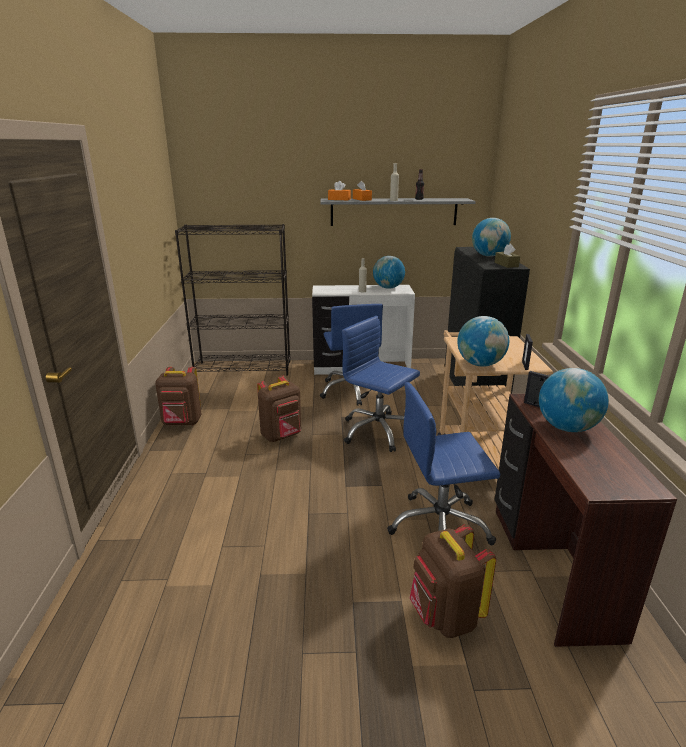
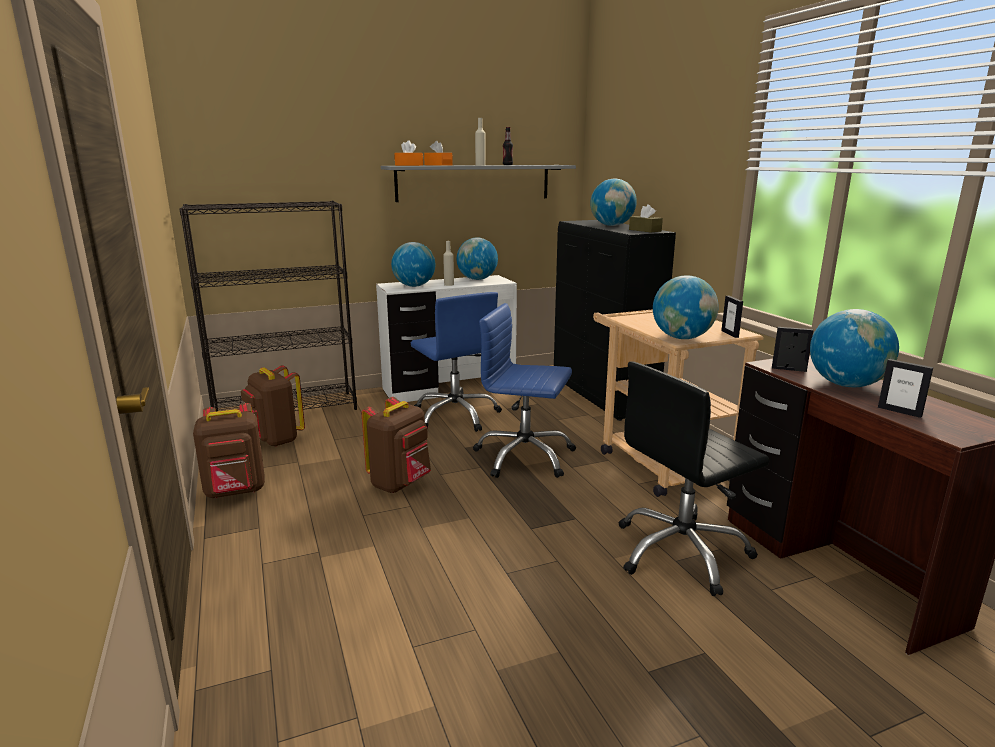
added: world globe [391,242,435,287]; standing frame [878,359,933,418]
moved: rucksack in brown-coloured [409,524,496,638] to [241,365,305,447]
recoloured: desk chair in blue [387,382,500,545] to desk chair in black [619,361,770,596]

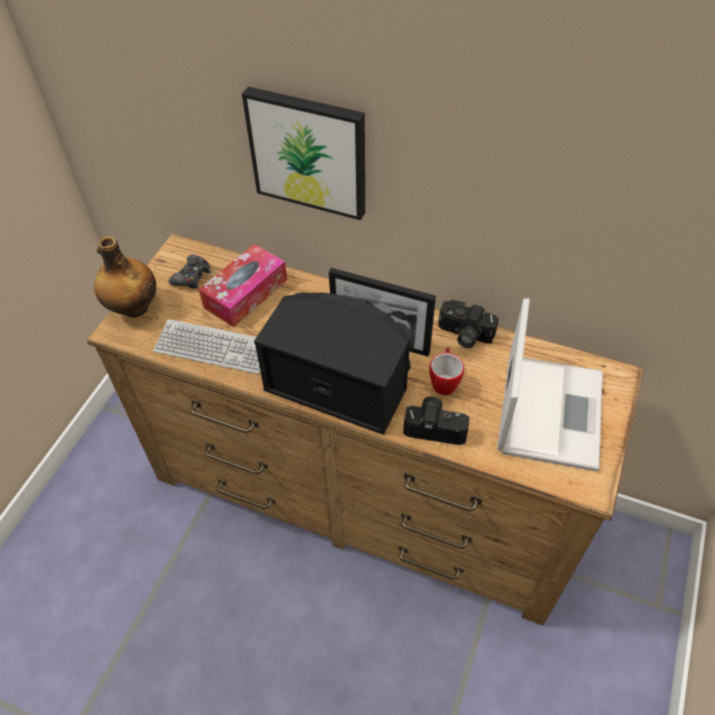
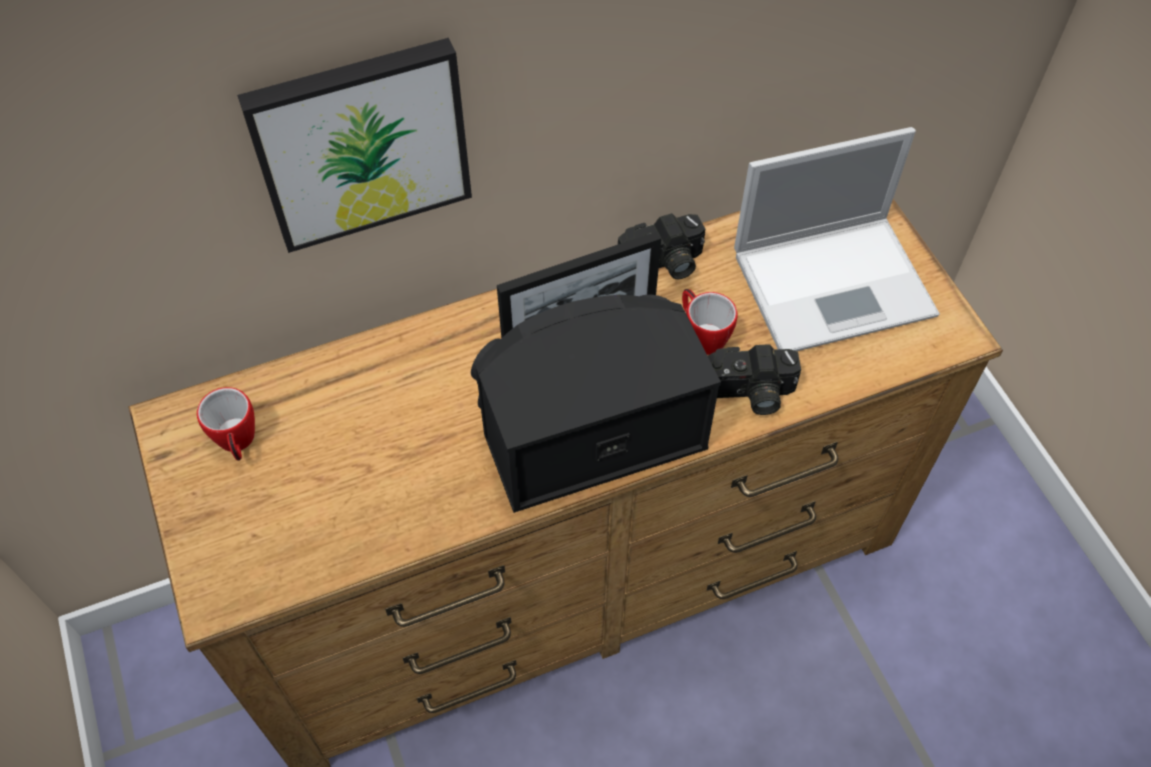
removed: drink bottle [94,236,156,317]; computer keyboard [153,319,260,374]; tissue holder [199,244,287,327]
replaced: joypad in black [169,255,211,289] to tea mug [197,387,255,461]
turned: still camera [403,397,470,445] = [708,344,801,415] 150 degrees counterclockwise; notebook computer [497,298,603,471] = [734,127,940,351] 105 degrees clockwise

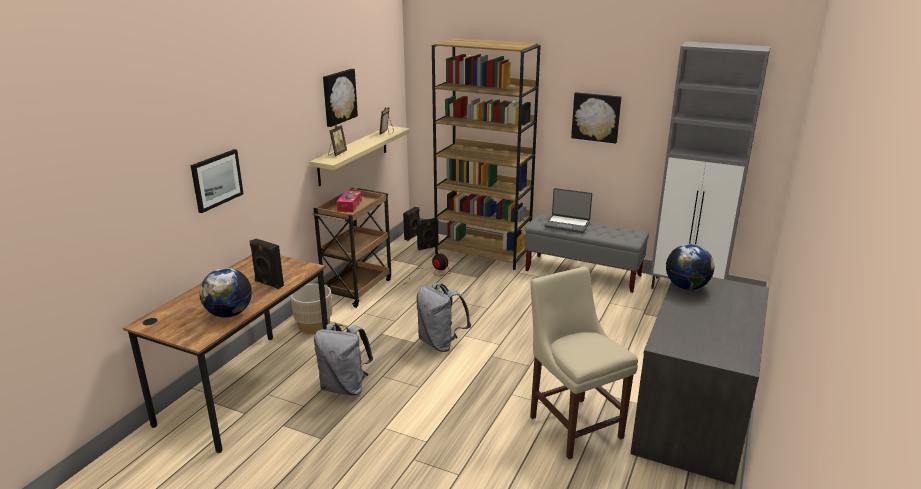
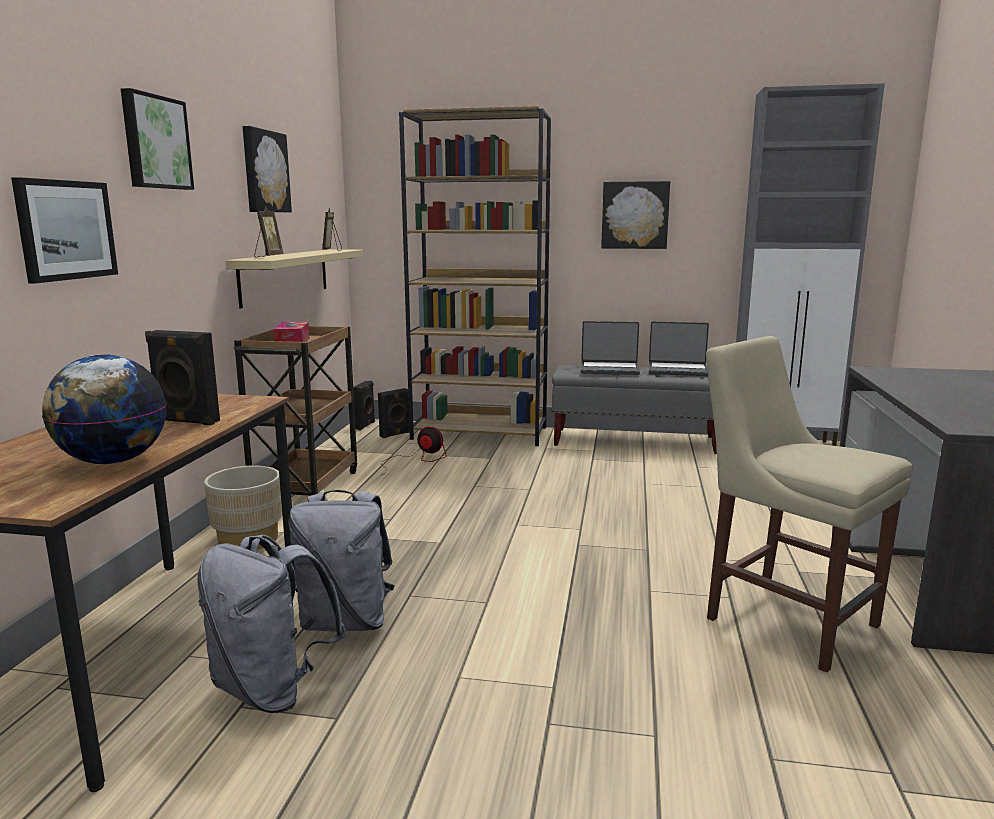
removed: world globe [666,244,714,290]
added: wall art [121,88,194,190]; notebook computer [649,321,709,376]
moved: rucksack in grey [416,283,471,352] to [197,535,346,713]

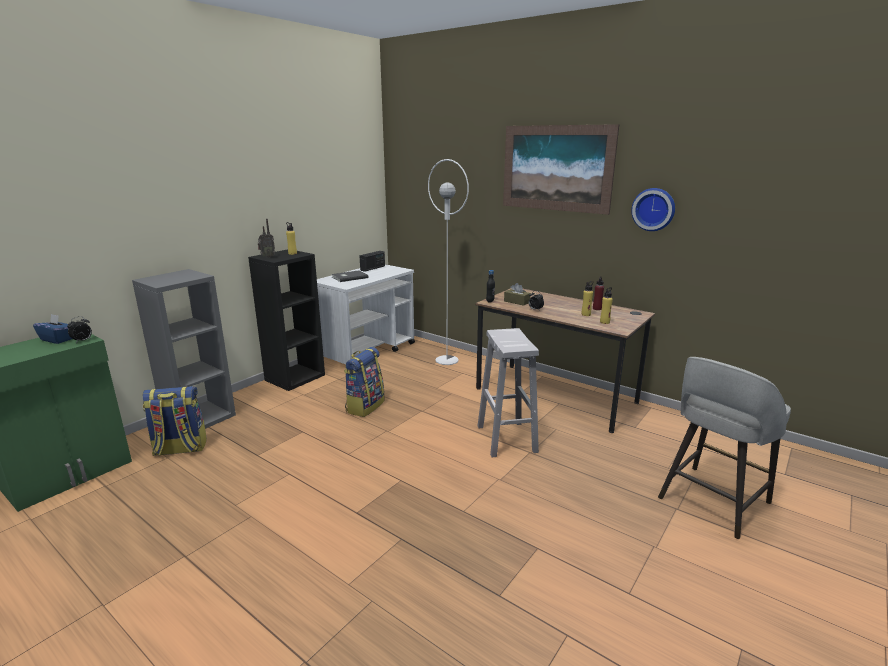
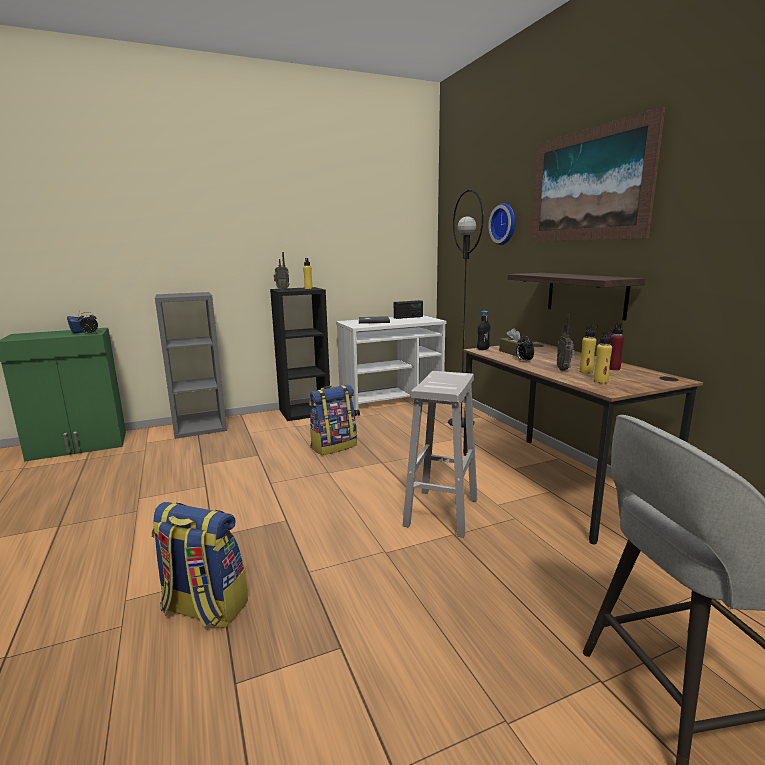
added: wall shelf [508,273,645,321]; radio [557,315,575,371]
moved: rucksack [143,386,207,456] to [151,502,248,628]; hanging clock [631,188,675,231] to [488,203,516,245]
recoloured: standard lamp in whitish [428,159,469,365] to standard lamp in black [448,189,484,428]

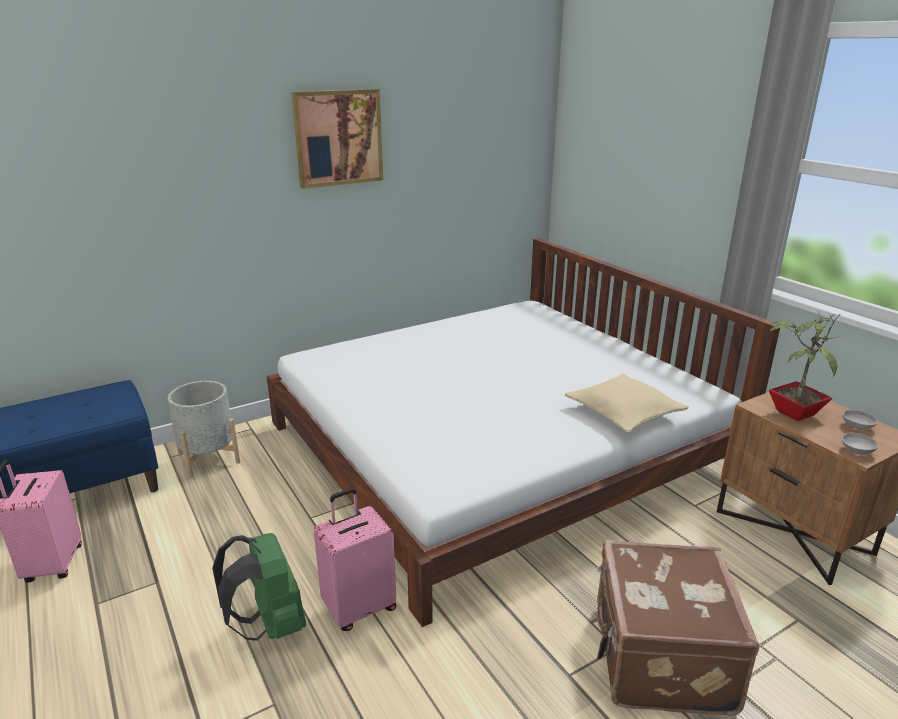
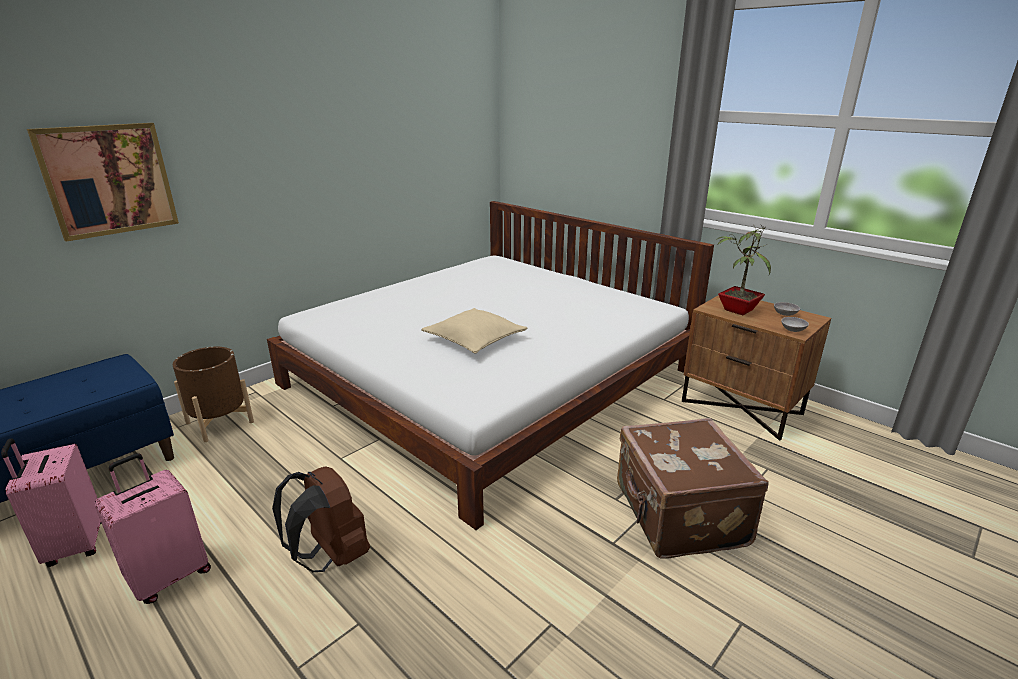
moved: wall art [291,89,383,189] to [27,123,179,242]; piece of luggage in pink-coloured [314,488,396,631] to [94,453,211,604]; cushion in beige-coloured [565,374,689,433] to [422,308,527,354]
recoloured: flower pot in grey [168,381,240,478] to flower pot in brown-coloured [173,347,254,442]; rucksack in greenish [212,533,306,641] to rucksack in brown-coloured [272,466,370,572]

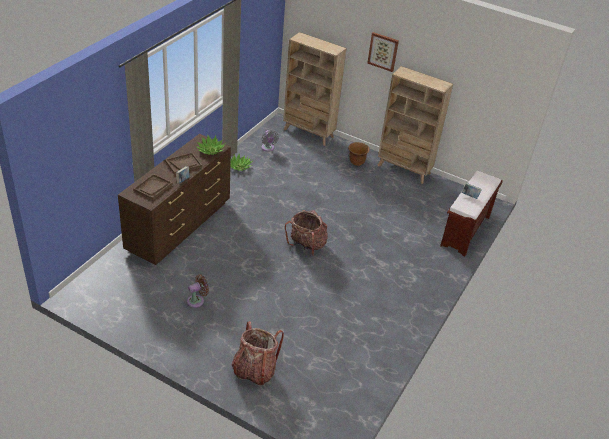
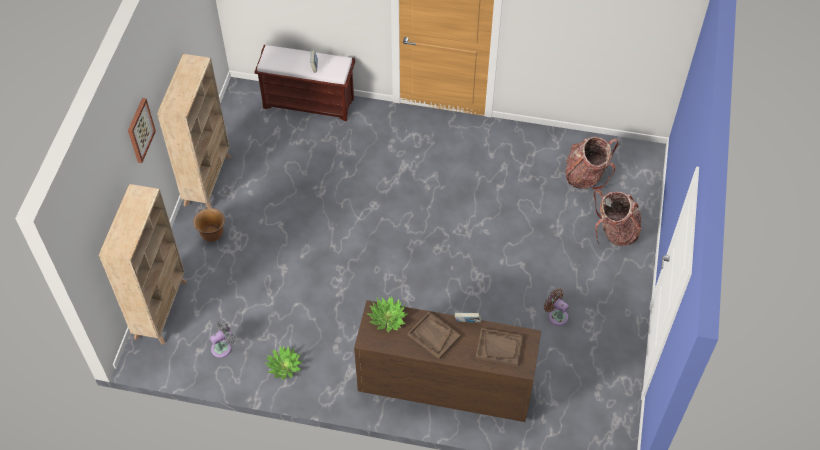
moved: rucksack [285,210,328,256] to [565,137,619,190]

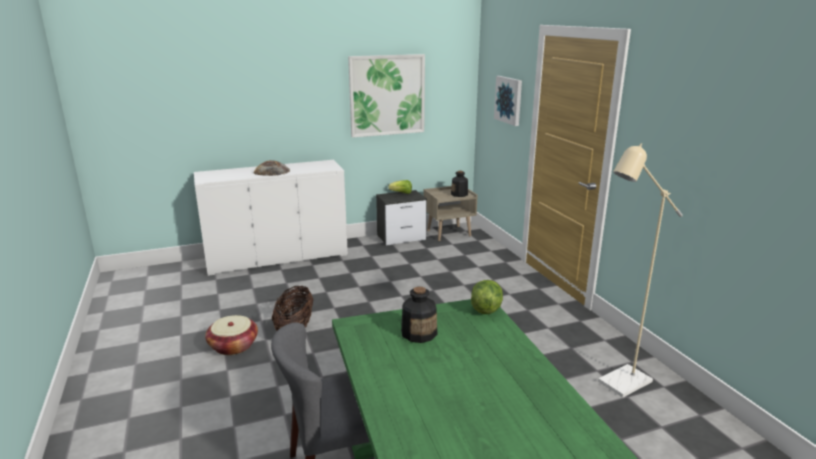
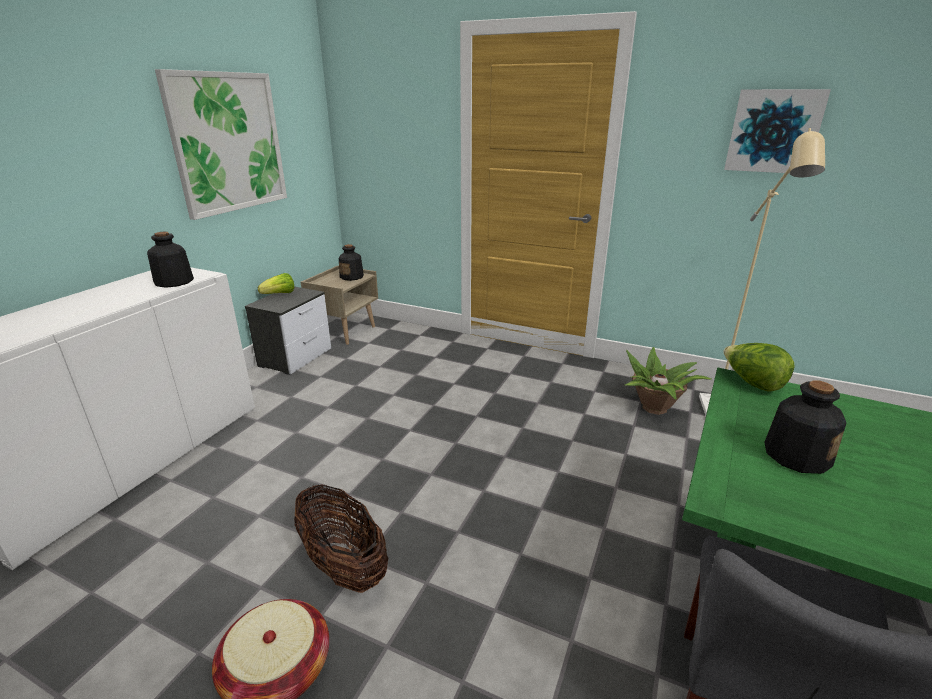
removed: bread [254,160,290,176]
added: drink bottle [147,232,194,288]; potted plant [625,347,711,415]
moved: wall art [494,76,522,126] to [724,89,831,173]

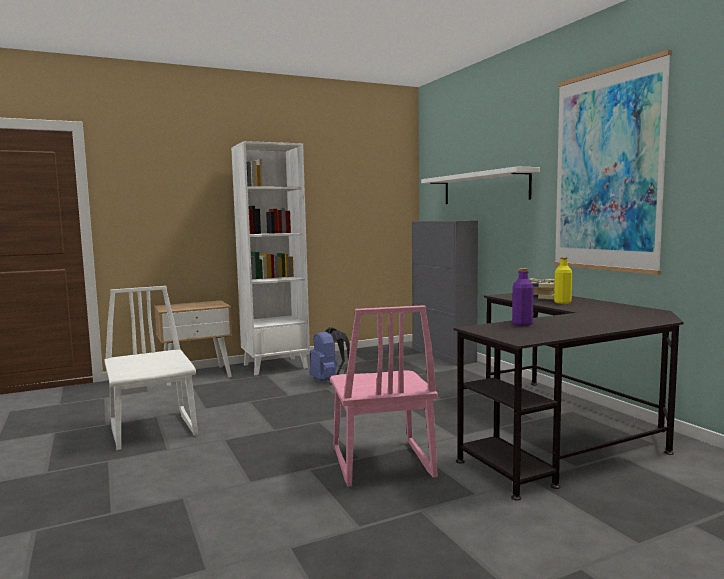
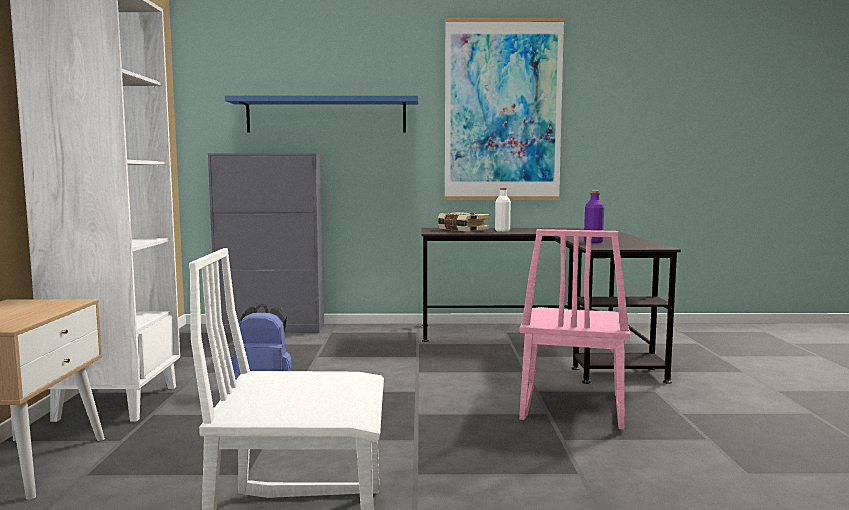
recoloured: wall shelf in whitish [421,166,540,204] to wall shelf in blue [225,95,418,133]; drink bottle in yellow-coloured [554,257,572,304] to drink bottle in whitish [495,188,511,232]
turned: upright chair in pink-coloured [330,305,438,487] = [519,229,630,430] 90 degrees clockwise

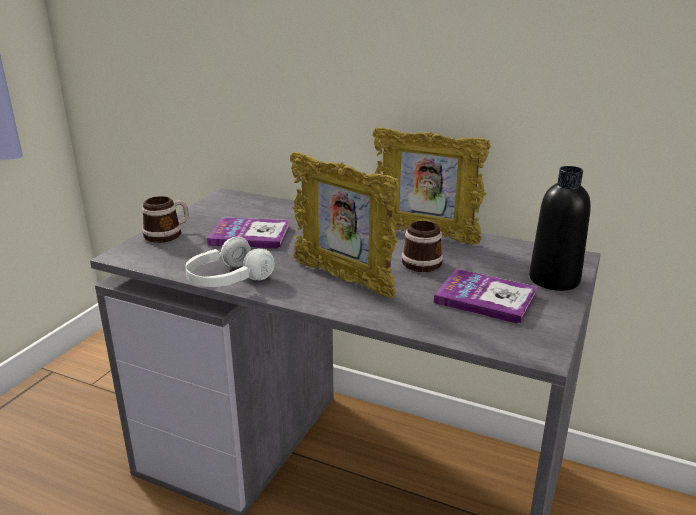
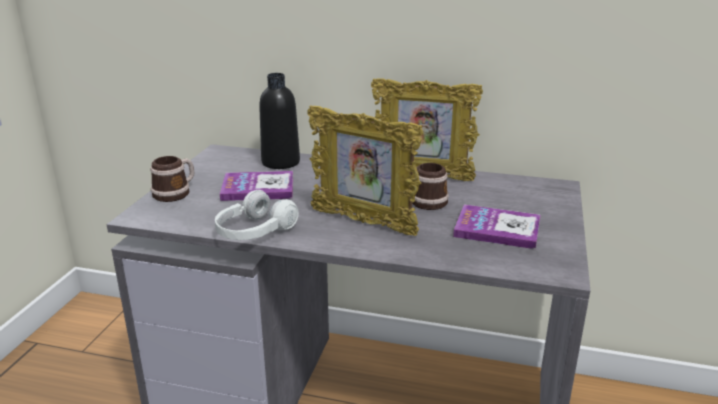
moved: drink bottle in black [529,166,591,291] to [259,73,300,169]

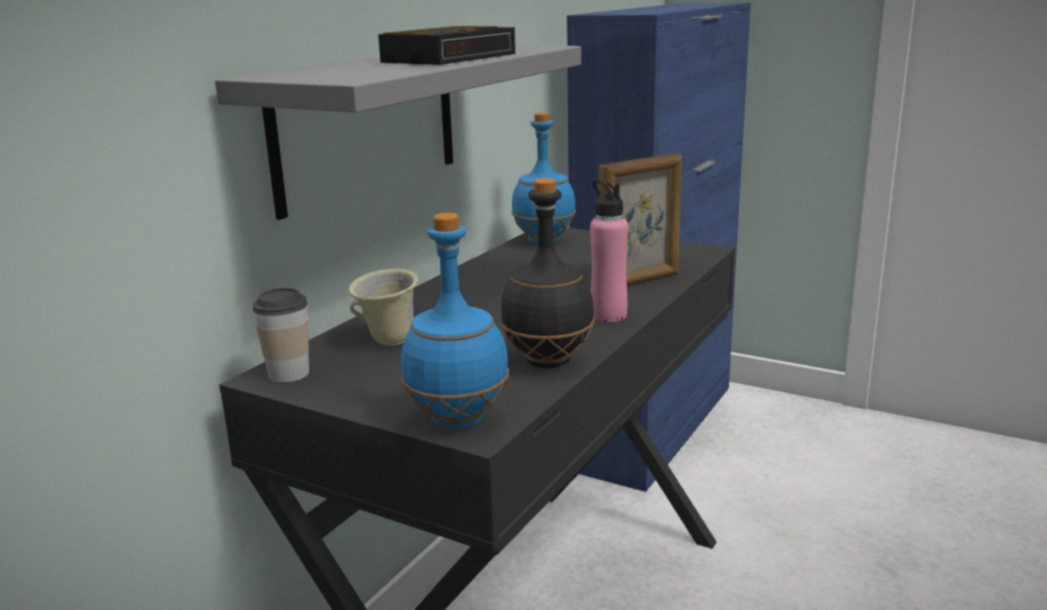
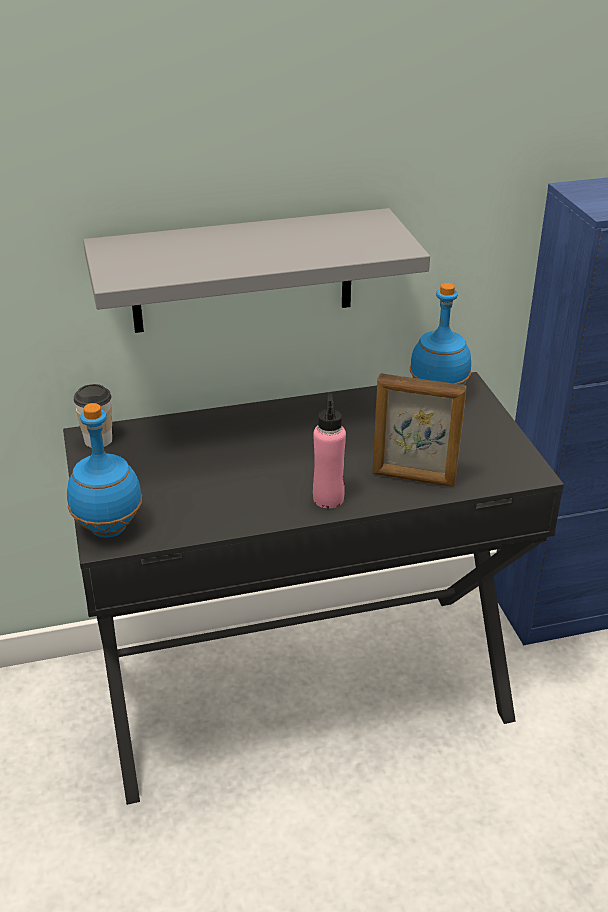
removed: tea mug in beige-coloured [349,269,418,346]; bedside clock [378,26,515,65]; drink bottle in black [501,178,595,368]

